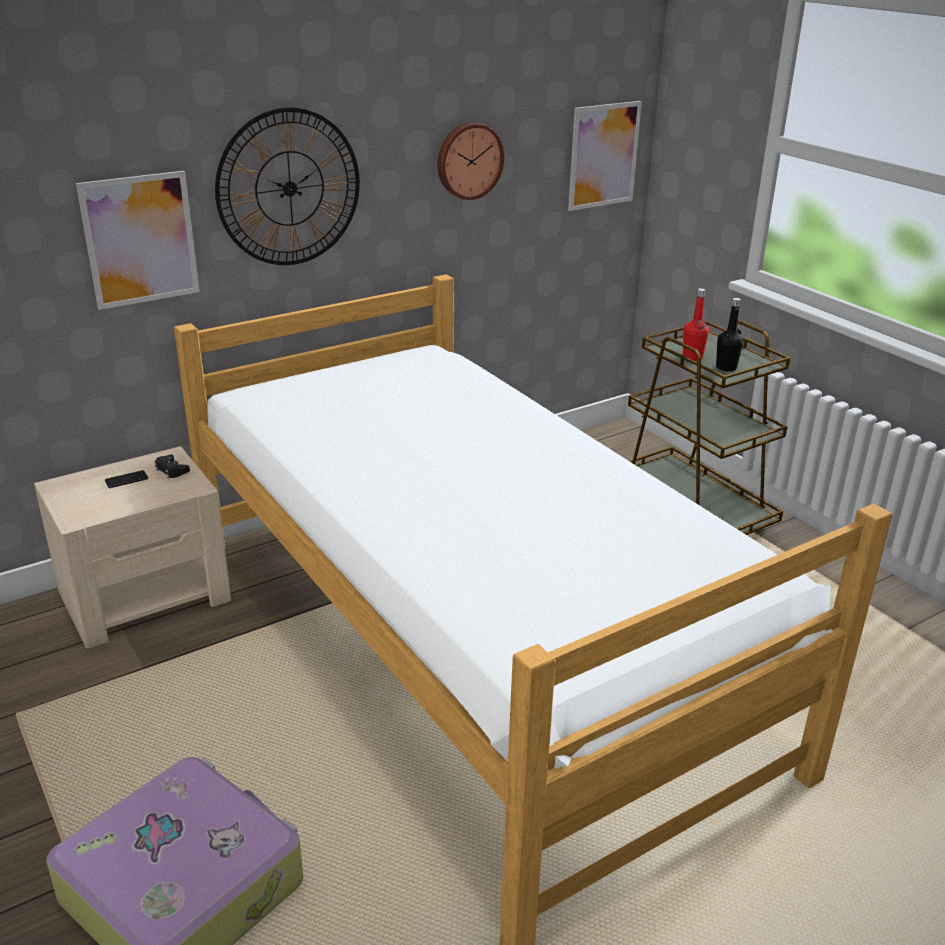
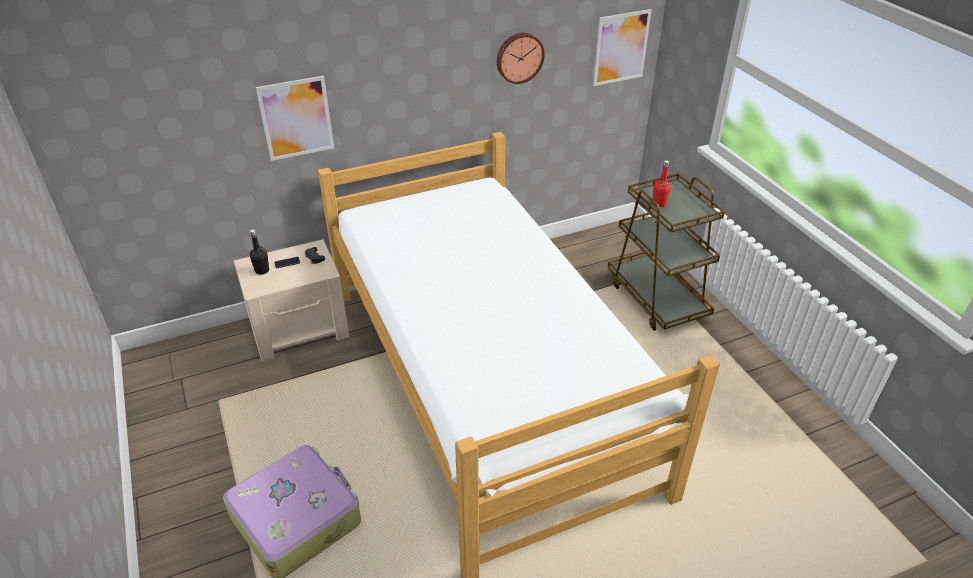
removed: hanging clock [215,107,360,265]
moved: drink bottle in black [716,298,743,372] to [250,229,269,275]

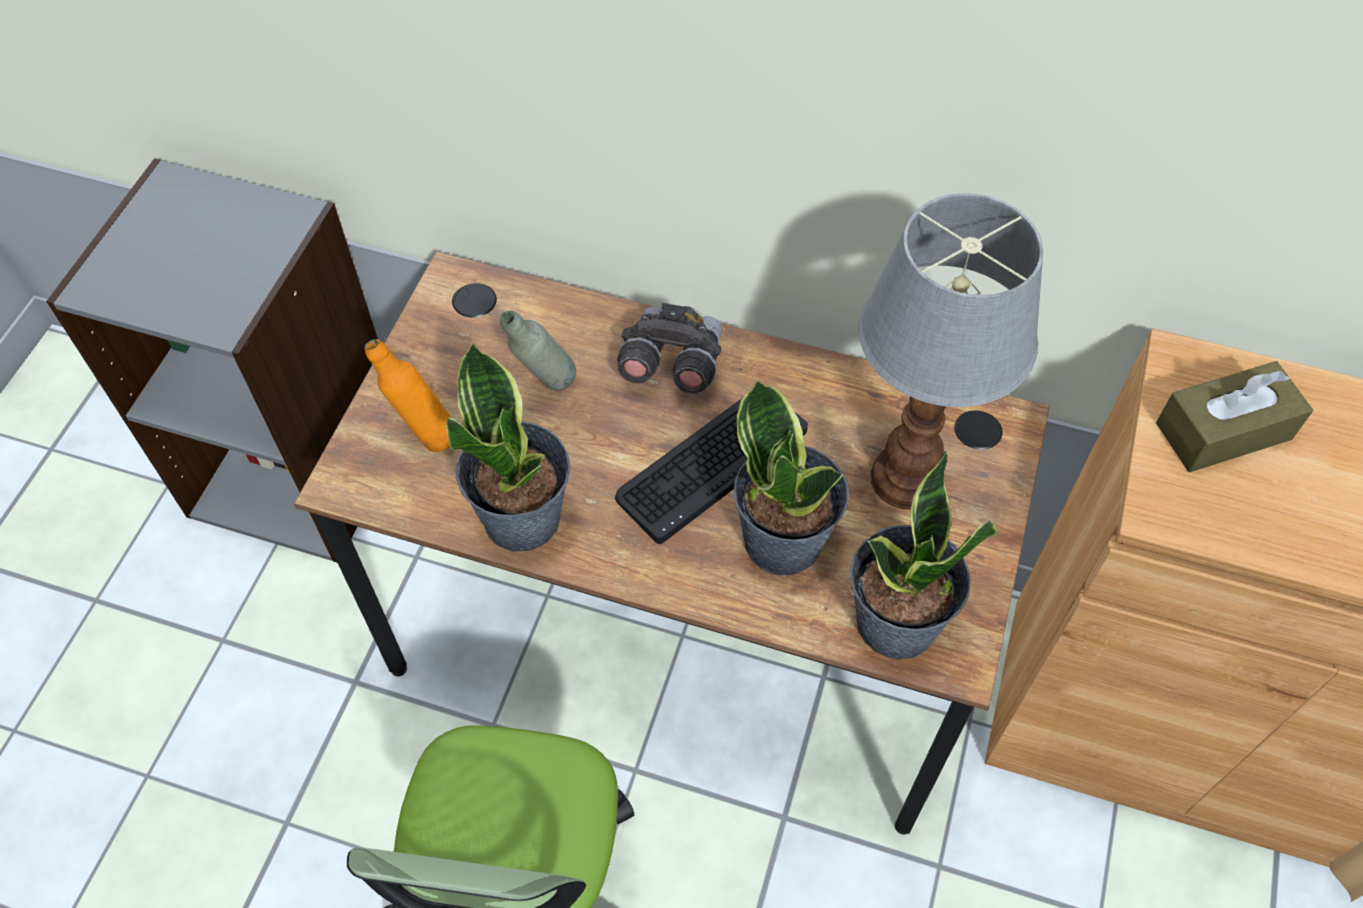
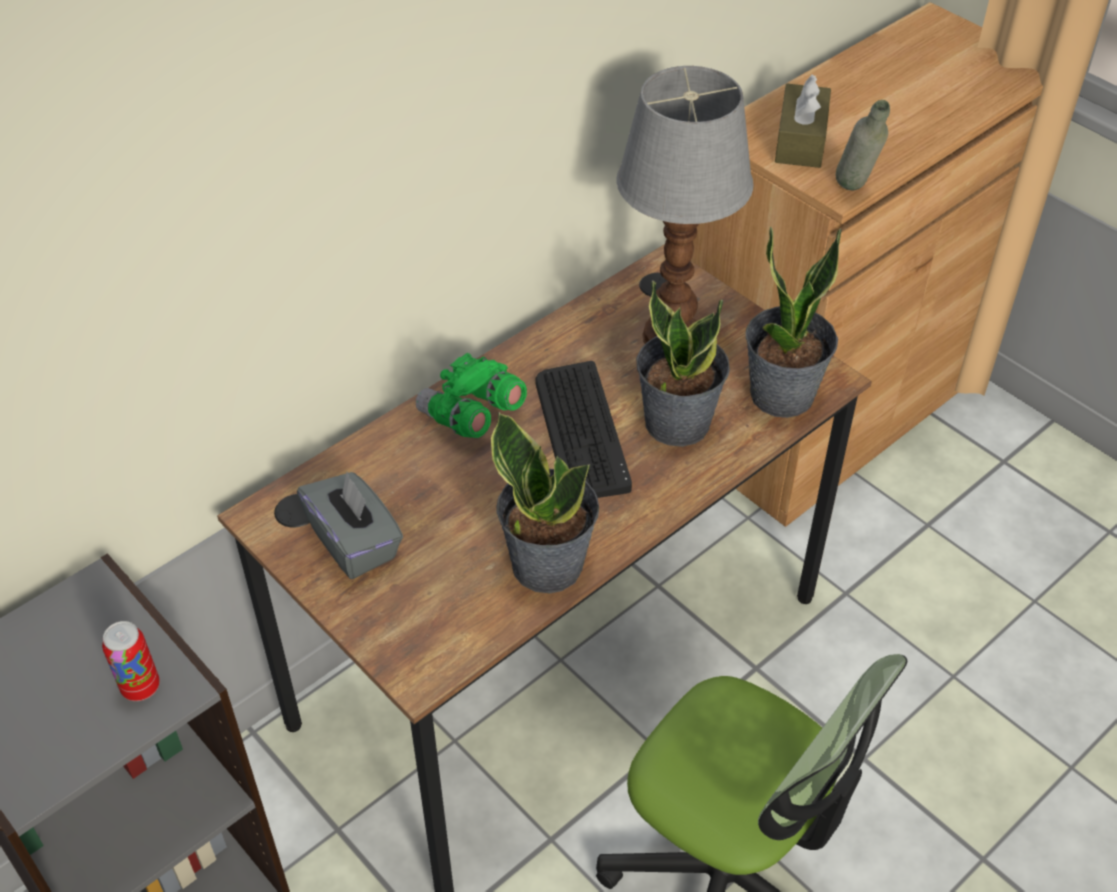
removed: drink bottle in orange-coloured [364,339,452,452]
added: sealed can [102,621,160,701]; tissue holder in grey [297,472,403,579]
moved: drink bottle in grey [500,311,576,391] to [836,100,890,190]
recoloured: pair of binoculars in grey [617,303,722,394] to pair of binoculars in greenish [416,353,527,438]

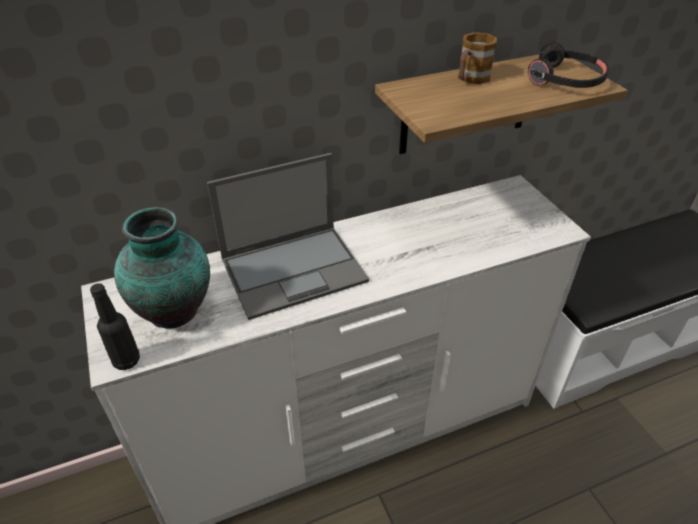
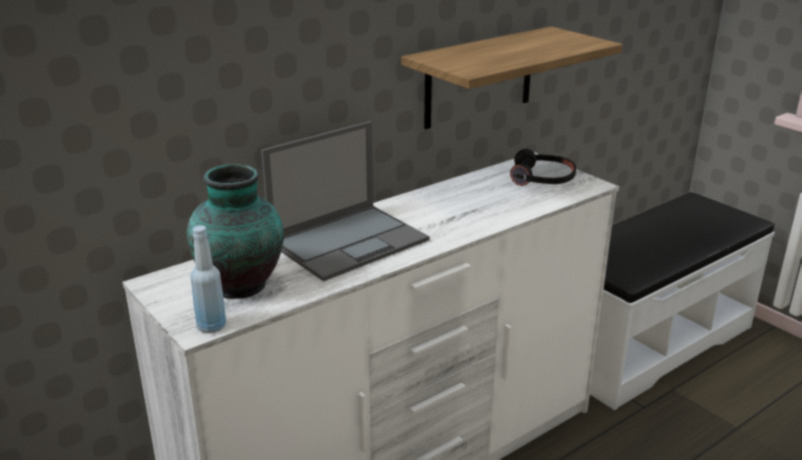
removed: tea mug [458,32,497,84]
moved: headset in black [528,42,609,88] to [510,149,576,186]
recoloured: drink bottle in black [90,283,140,370] to drink bottle in blue [190,225,226,333]

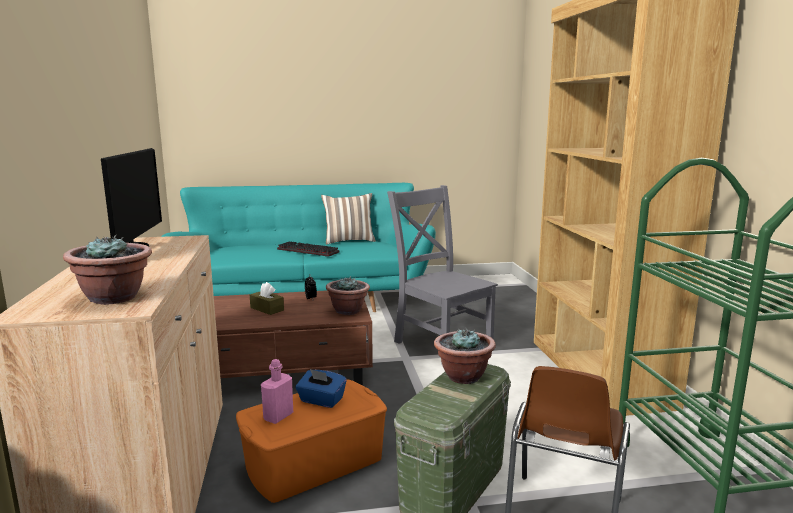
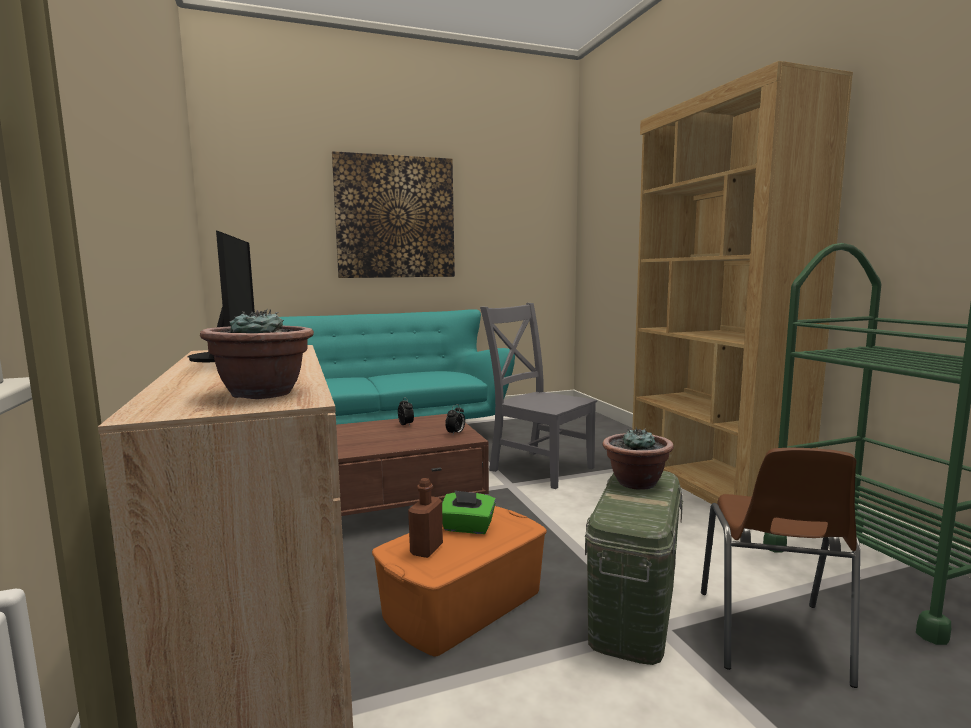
removed: tissue holder in brown-coloured [250,282,284,315]; computer keyboard [277,242,339,257]; cushion [321,193,376,244]
added: wall art [332,151,455,278]
replaced: potted plant [326,276,370,315] to bedside clock [445,404,465,435]
recoloured: drink bottle in pink-coloured [261,359,293,424] to drink bottle in brown-coloured [408,478,443,558]; tissue holder in blue [296,369,347,408] to tissue holder in greenish [442,490,496,534]

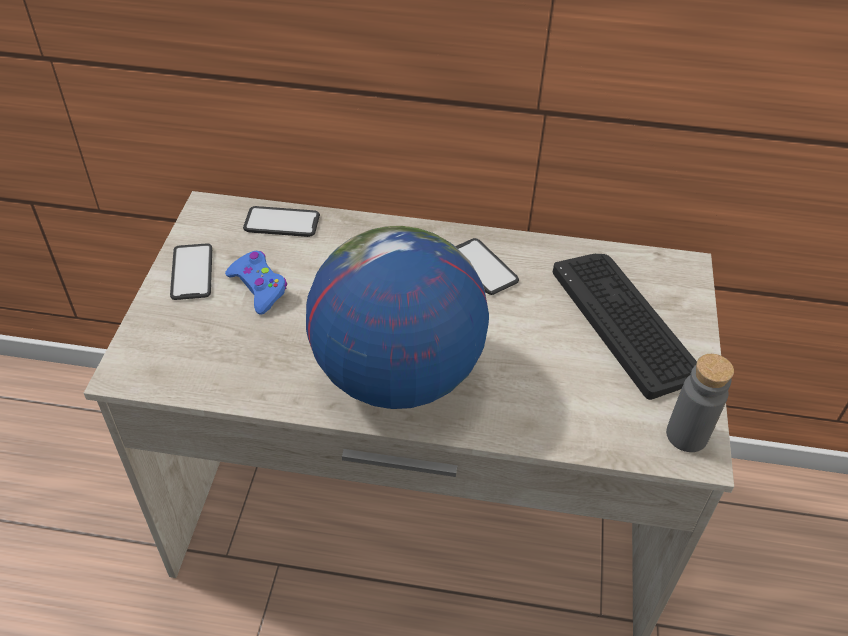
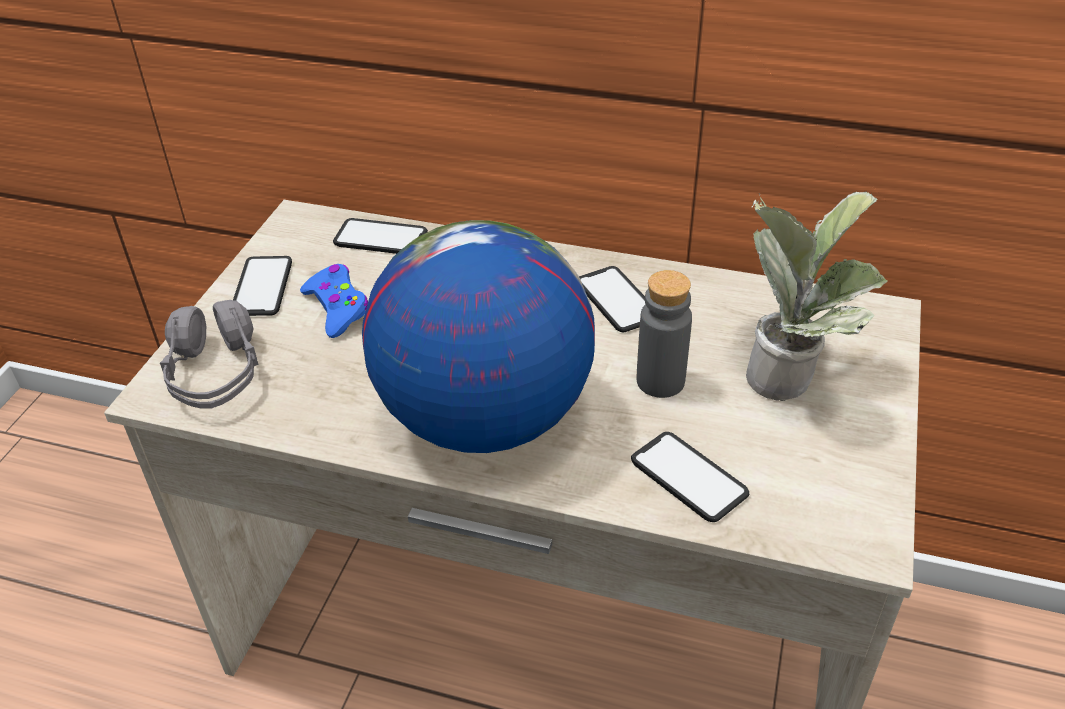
added: headset in grey [160,300,259,409]; telephone [631,432,749,522]
moved: drink bottle in grey [666,354,734,452] to [637,270,692,398]
replaced: computer keyboard [552,254,697,400] to potted plant [746,192,888,401]

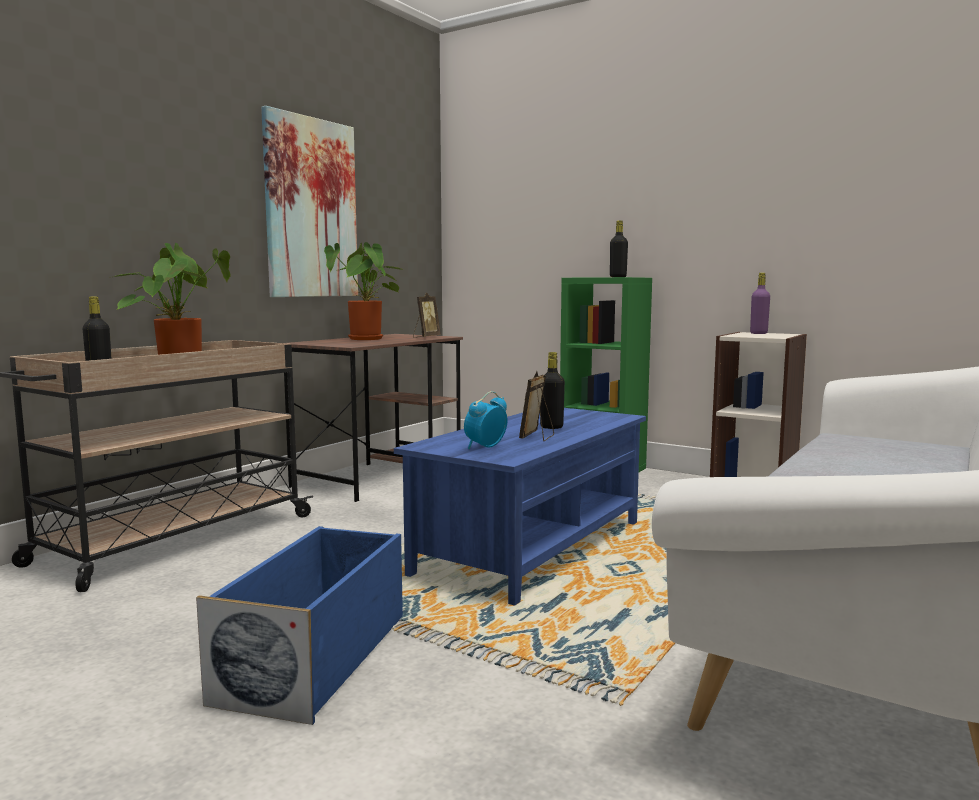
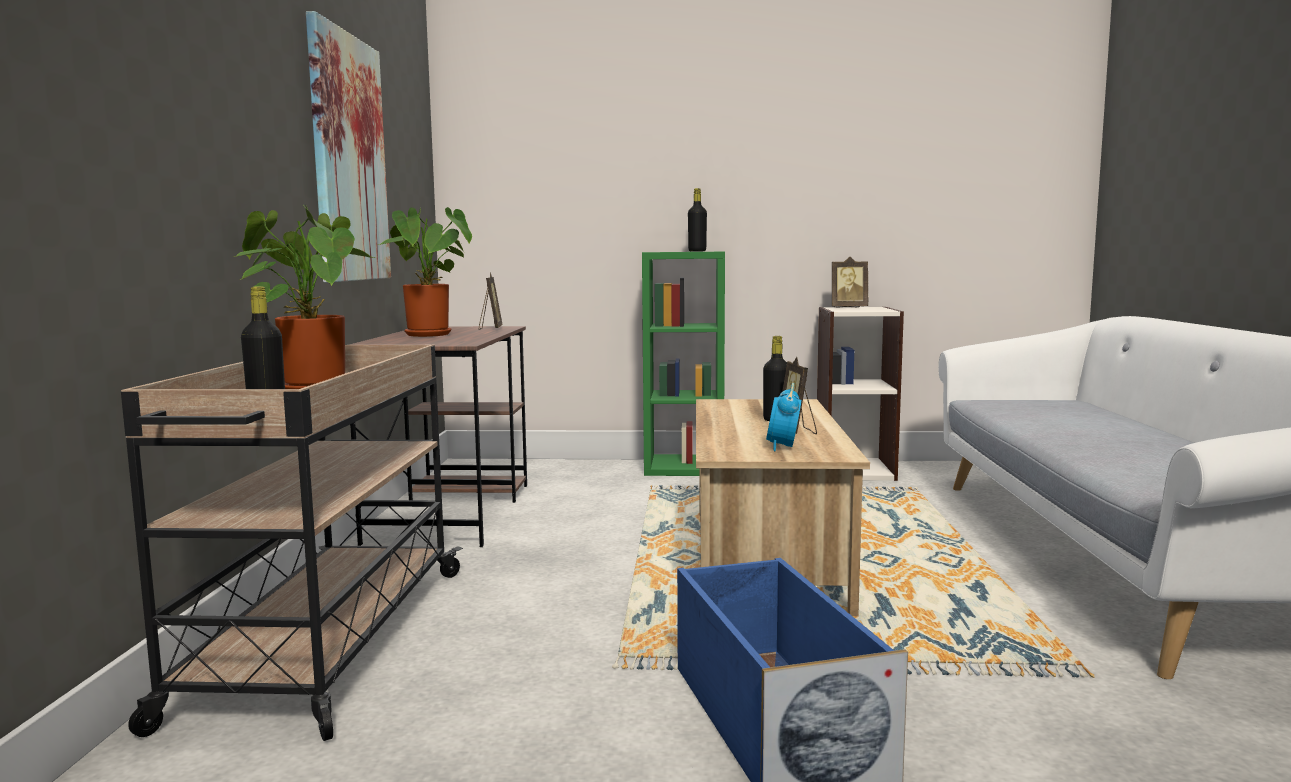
replaced: drink bottle in purplish [750,273,770,334] to standing frame [832,257,868,308]
recoloured: low table in blue [394,408,646,606] to low table in beige-coloured [696,399,870,616]

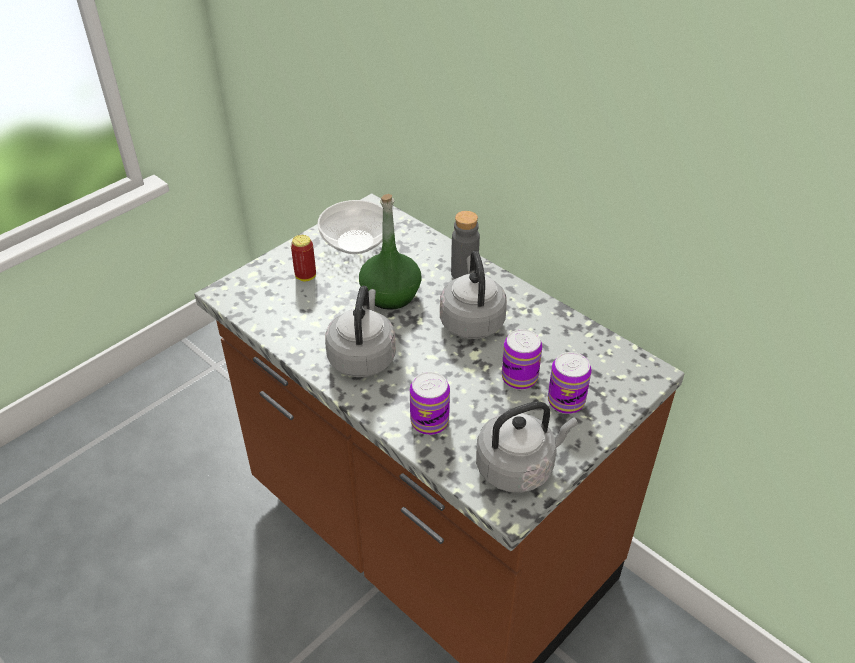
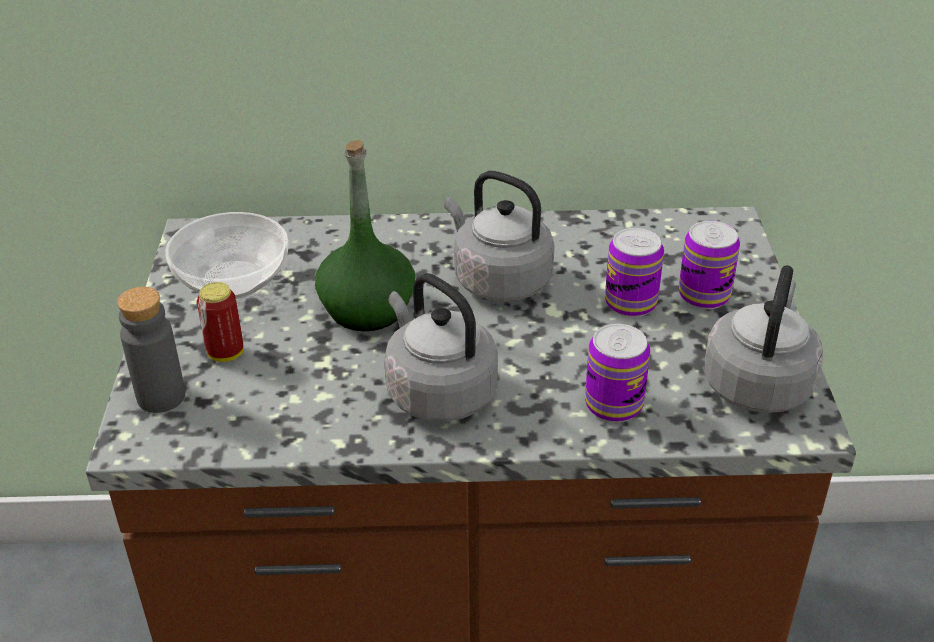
moved: drink bottle in grey [451,211,480,279] to [117,287,185,413]

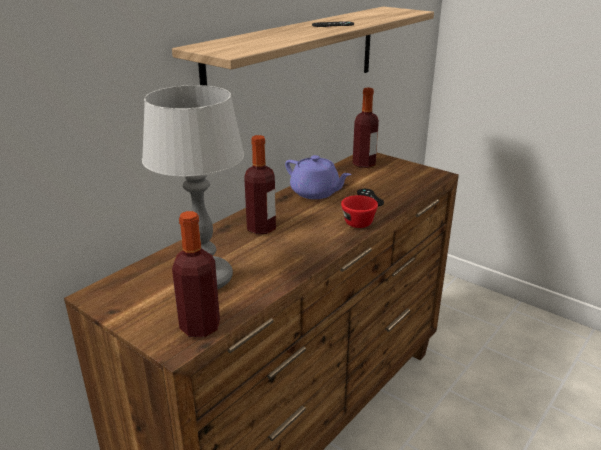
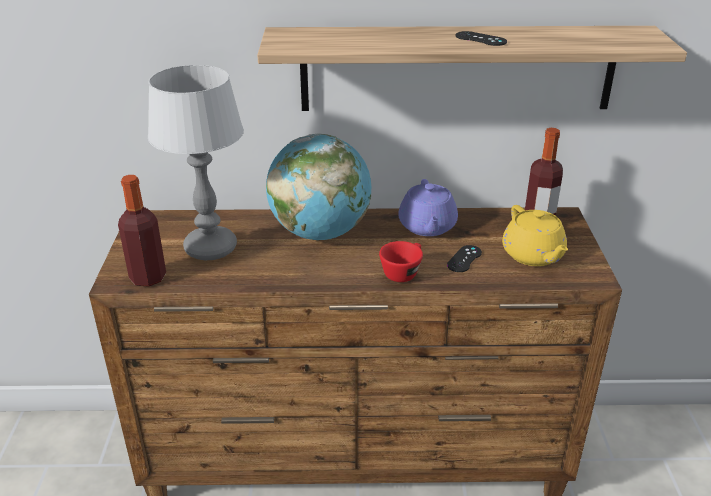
added: tea pot in yellow-coloured [502,205,568,266]
replaced: drink bottle [245,135,276,234] to world globe [266,134,371,240]

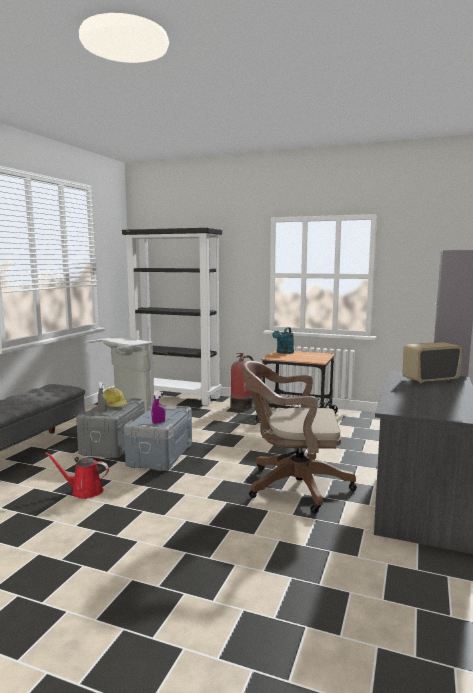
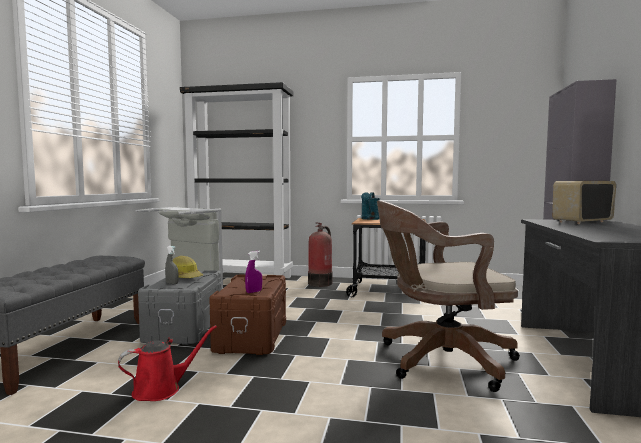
recoloured: storage box in grey [124,404,192,471] to storage box in brown-coloured [209,275,286,355]
turned: watering pot in red [45,452,109,499] = [118,325,217,401] 150 degrees clockwise

